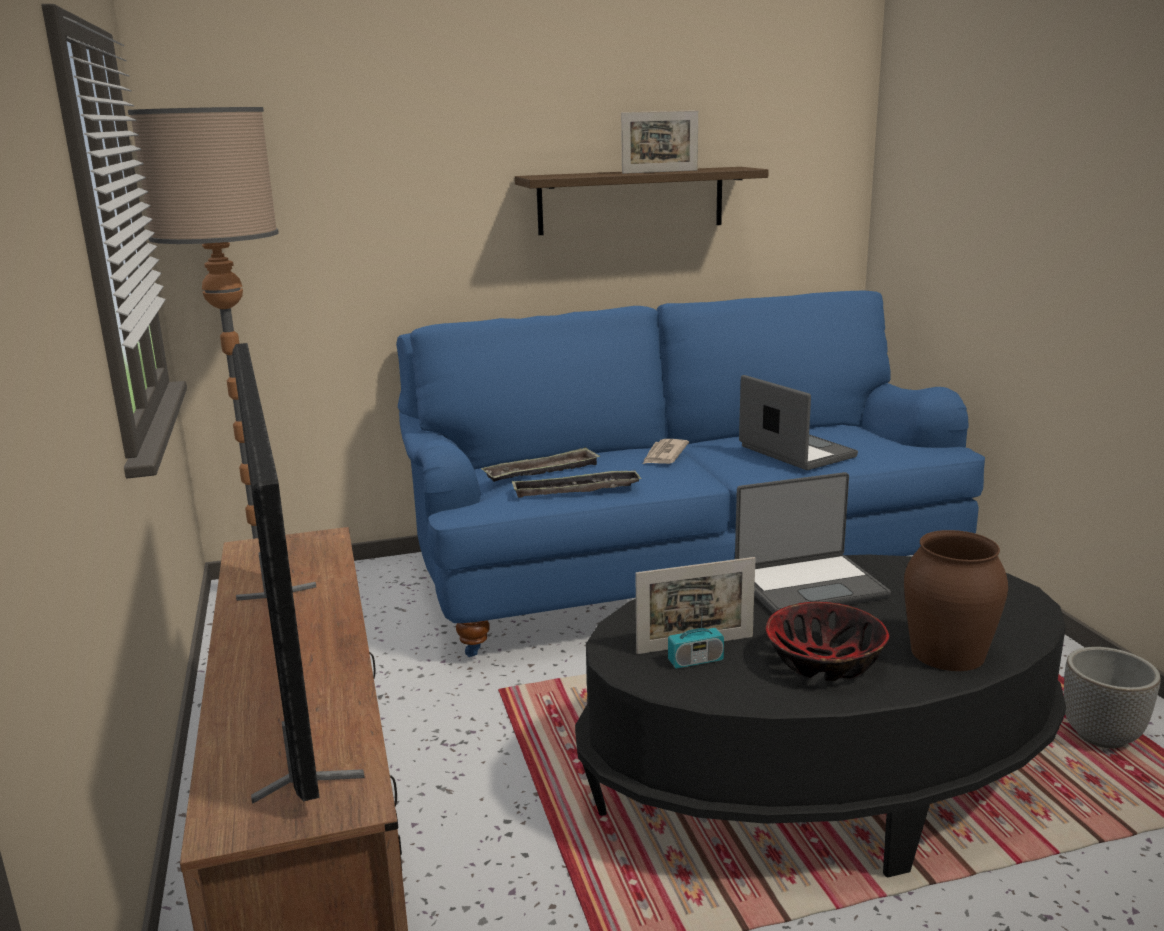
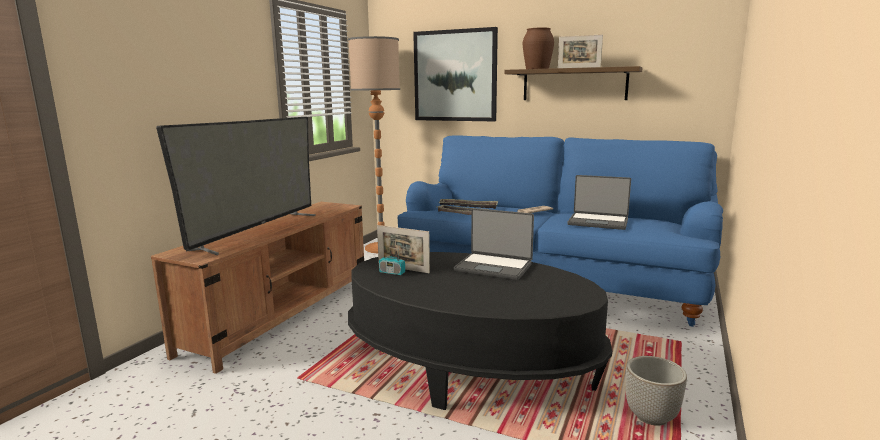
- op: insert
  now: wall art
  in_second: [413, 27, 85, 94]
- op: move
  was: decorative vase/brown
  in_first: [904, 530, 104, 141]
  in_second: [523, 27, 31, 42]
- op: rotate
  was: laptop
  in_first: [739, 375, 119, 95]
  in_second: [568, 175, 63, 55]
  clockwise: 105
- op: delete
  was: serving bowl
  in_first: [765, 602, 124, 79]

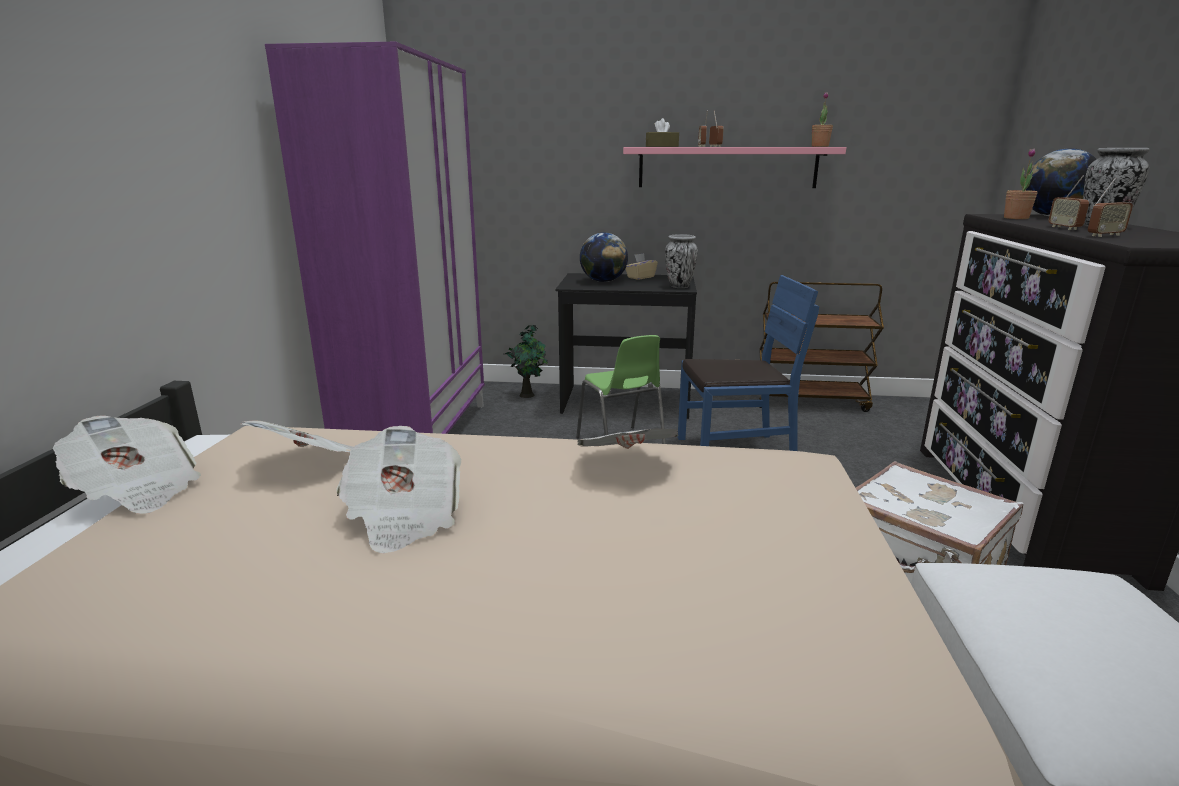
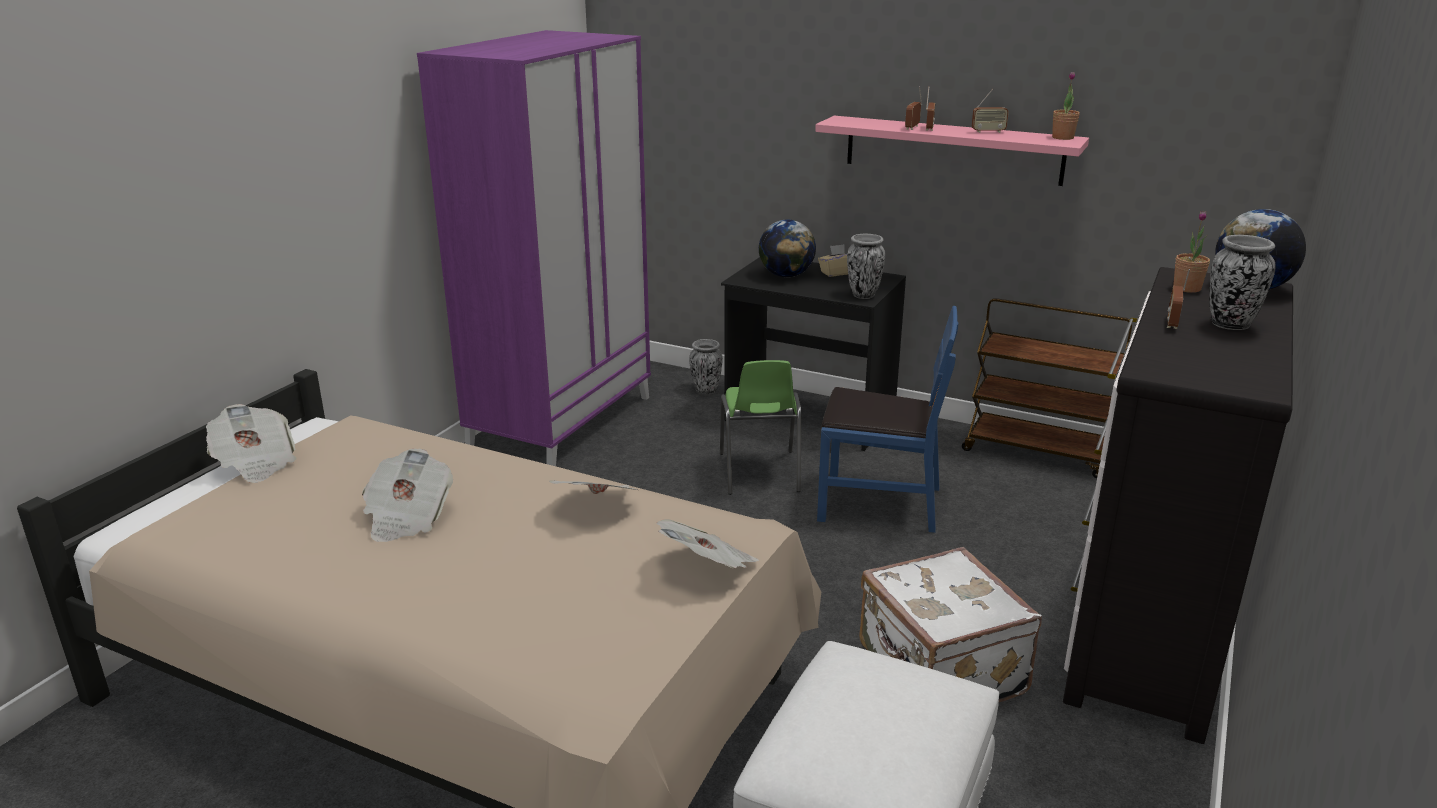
- op: move
  was: newspaper
  in_first: [241, 421, 113, 32]
  in_second: [657, 519, 102, 50]
- op: replace
  was: houseplant
  now: decorative vase
  in_first: [505, 325, 43, 73]
  in_second: [689, 339, 34, 55]
- op: move
  was: radio set
  in_first: [1088, 178, 45, 59]
  in_second: [972, 89, 37, 44]
- op: delete
  was: box of tissues/brown
  in_first: [646, 118, 33, 29]

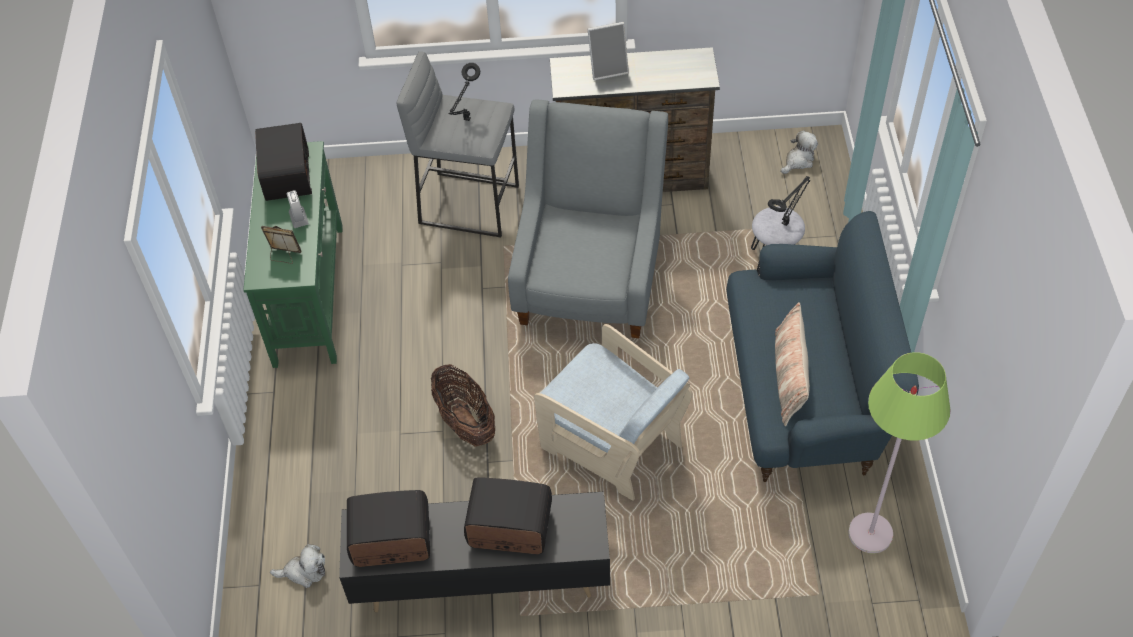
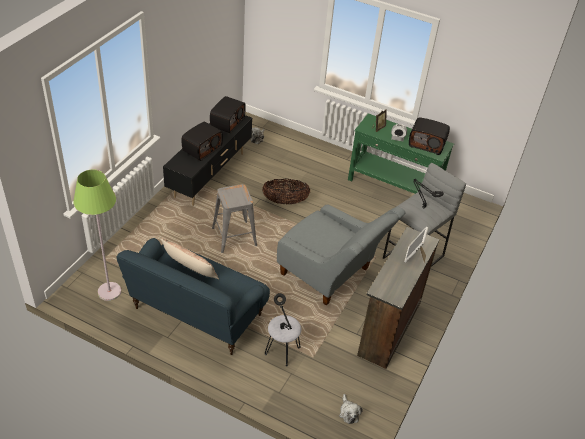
- op: replace
  was: easy chair/beige-coloured
  now: stool/gray
  in_first: [534, 324, 159, 177]
  in_second: [212, 184, 45, 69]

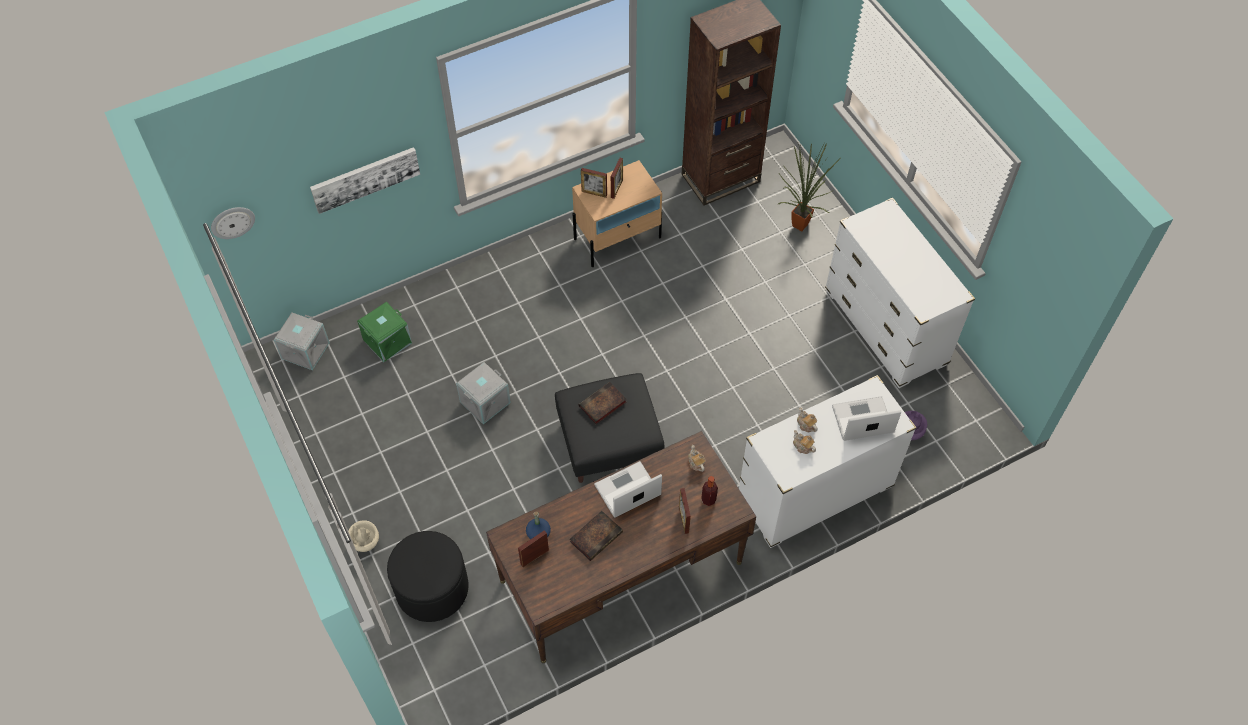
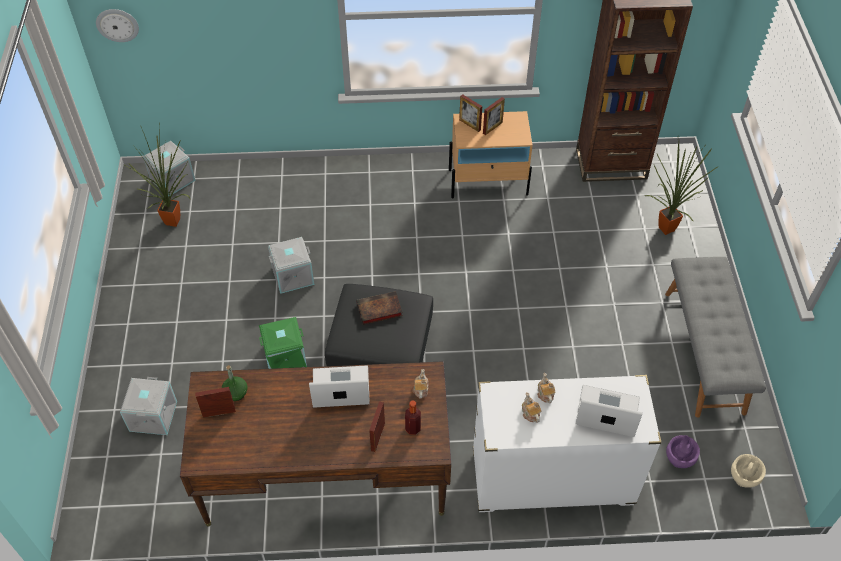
- op: replace
  was: pouffe/black
  now: storage bin/gray
  in_first: [387, 531, 82, 91]
  in_second: [120, 377, 57, 58]
- op: insert
  now: houseplant
  in_second: [123, 125, 68, 102]
- op: recolor
  was: bottle/blue-coloured
  now: bottle/green-coloured
  in_first: [526, 511, 25, 28]
  in_second: [222, 365, 25, 36]
- op: move
  was: storage bin/green-coloured
  in_first: [357, 302, 55, 61]
  in_second: [259, 317, 48, 52]
- op: replace
  was: chest of drawers/white-coloured
  now: indoor bench/gray
  in_first: [825, 197, 150, 191]
  in_second: [665, 257, 101, 161]
- op: move
  was: decorative vase/beige-coloured
  in_first: [348, 520, 31, 32]
  in_second: [731, 454, 35, 34]
- op: delete
  was: wall art
  in_first: [310, 147, 110, 67]
- op: delete
  was: volume
  in_first: [570, 511, 53, 50]

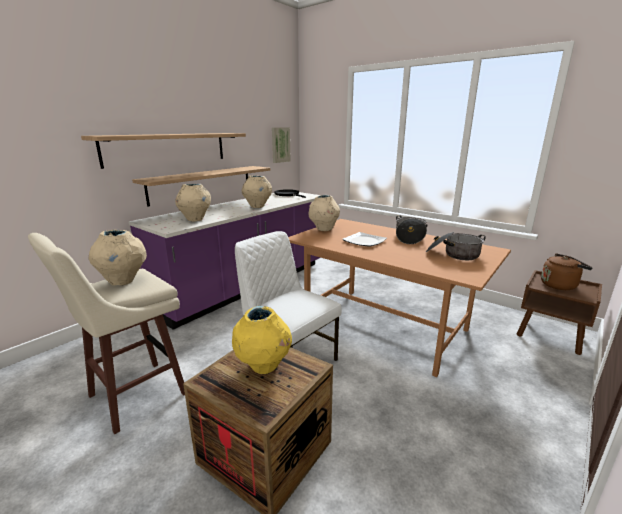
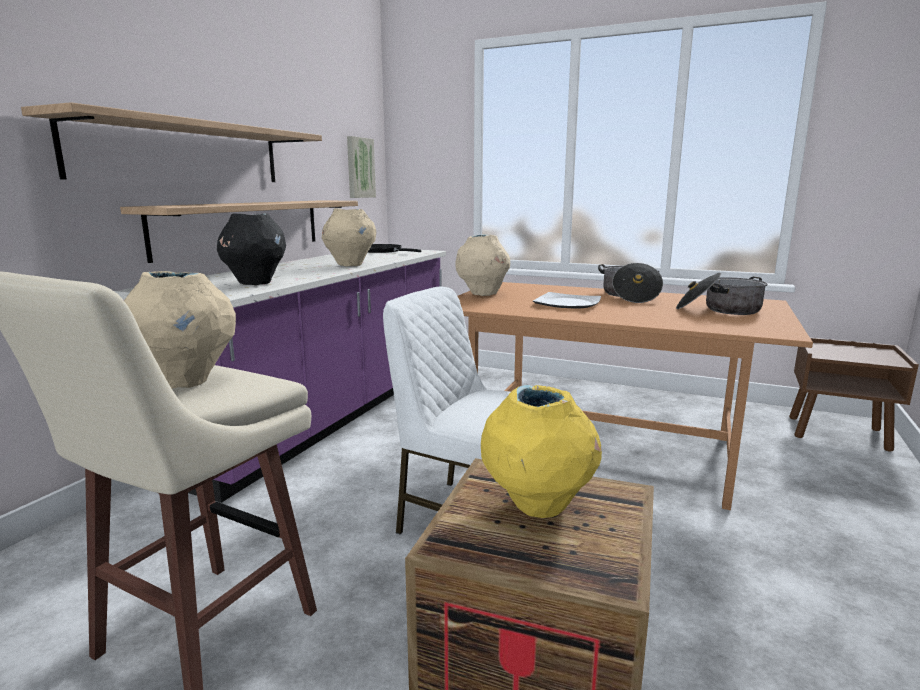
- op: recolor
  was: decorative vase/beige-coloured
  now: decorative vase/black
  in_first: [175, 184, 36, 38]
  in_second: [217, 213, 69, 72]
- op: delete
  was: water kettle/brown
  in_first: [541, 254, 52, 36]

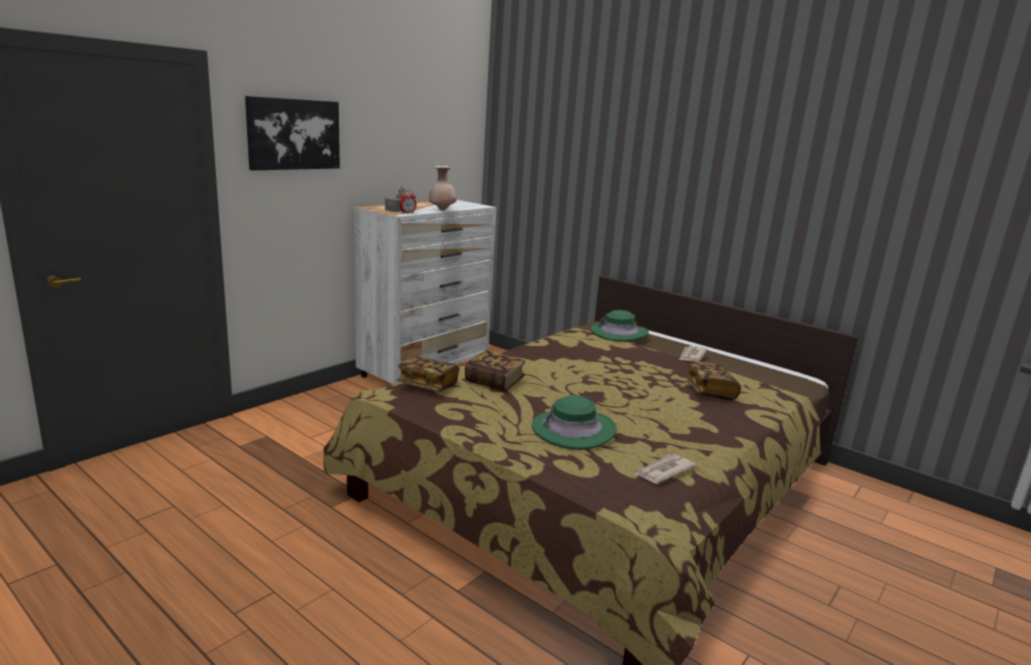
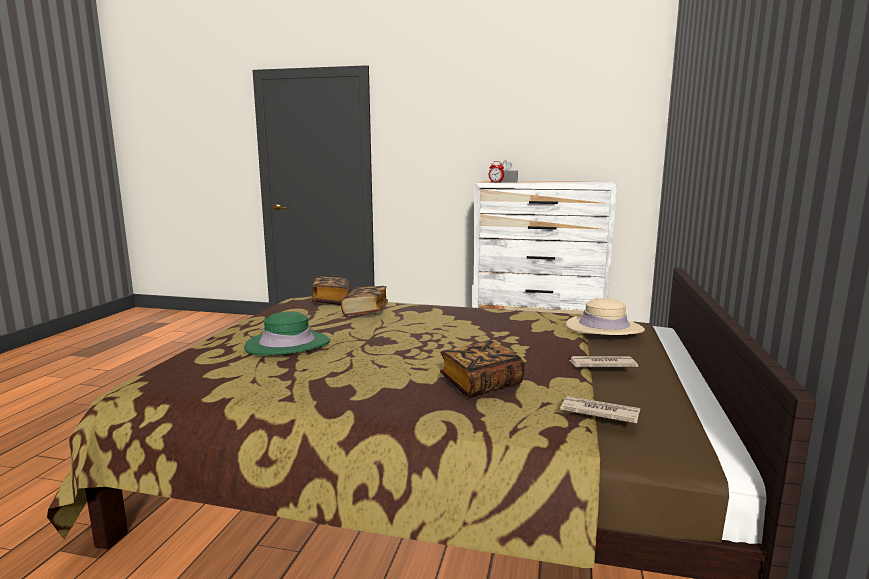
- op: move
  was: newspaper
  in_first: [634, 454, 62, 30]
  in_second: [560, 396, 80, 28]
- op: recolor
  was: wearable hat/green-coloured
  now: wearable hat/beige-coloured
  in_first: [591, 310, 58, 31]
  in_second: [566, 298, 79, 37]
- op: delete
  was: wall art
  in_first: [245, 96, 95, 74]
- op: delete
  was: decorative vase/beige-coloured
  in_first: [429, 166, 28, 45]

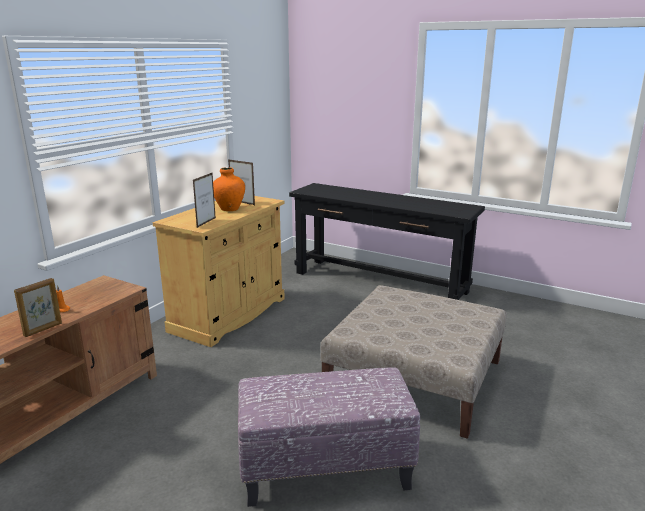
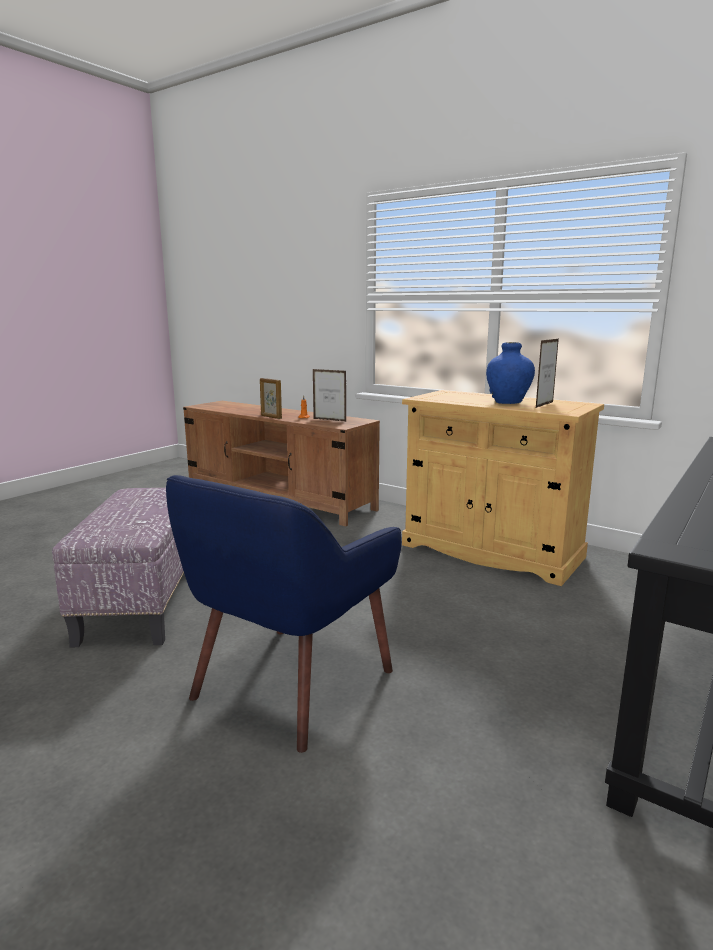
- op: replace
  was: pouffe/beige-coloured
  now: easy chair/blue-coloured
  in_first: [320, 285, 187, 154]
  in_second: [166, 475, 236, 278]
- op: move
  was: picture frame
  in_first: [193, 173, 23, 55]
  in_second: [313, 369, 34, 53]
- op: recolor
  was: decorative vase/orange
  now: decorative vase/blue-coloured
  in_first: [213, 167, 32, 44]
  in_second: [486, 342, 49, 62]

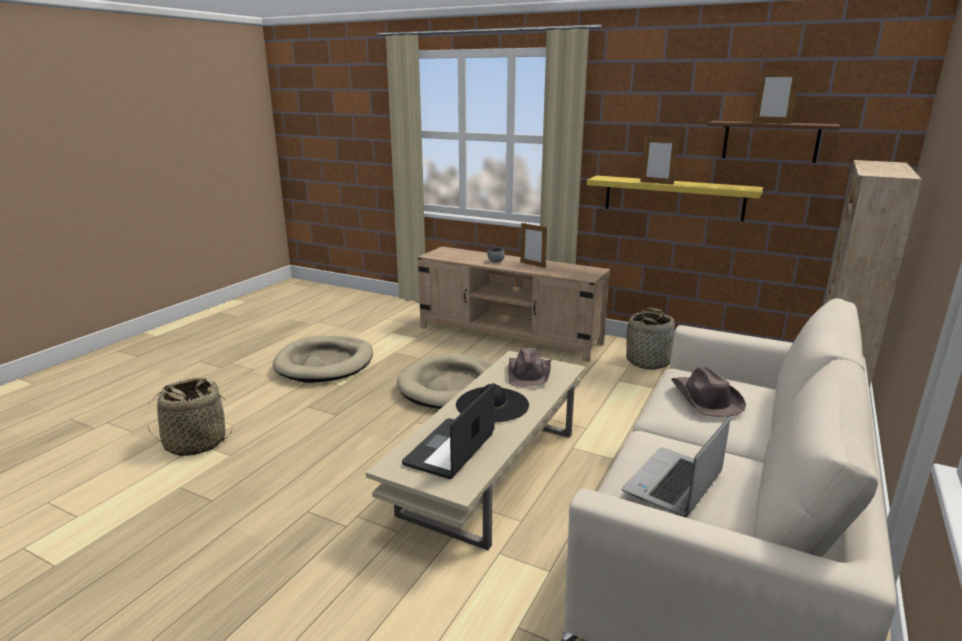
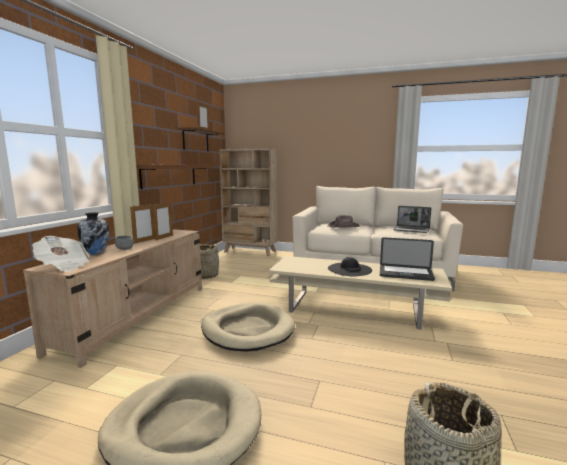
- op: insert
  now: newspaper
  in_second: [32, 236, 58, 36]
- op: insert
  now: decorative vase
  in_second: [77, 212, 32, 43]
- op: recolor
  was: shelf/yellow-coloured
  now: shelf/brown
  in_first: [587, 176, 176, 45]
  in_second: [136, 165, 77, 24]
- op: move
  was: picture frame
  in_first: [640, 135, 39, 50]
  in_second: [153, 202, 20, 39]
- op: delete
  was: wearable hat/brown
  in_first: [508, 348, 44, 39]

